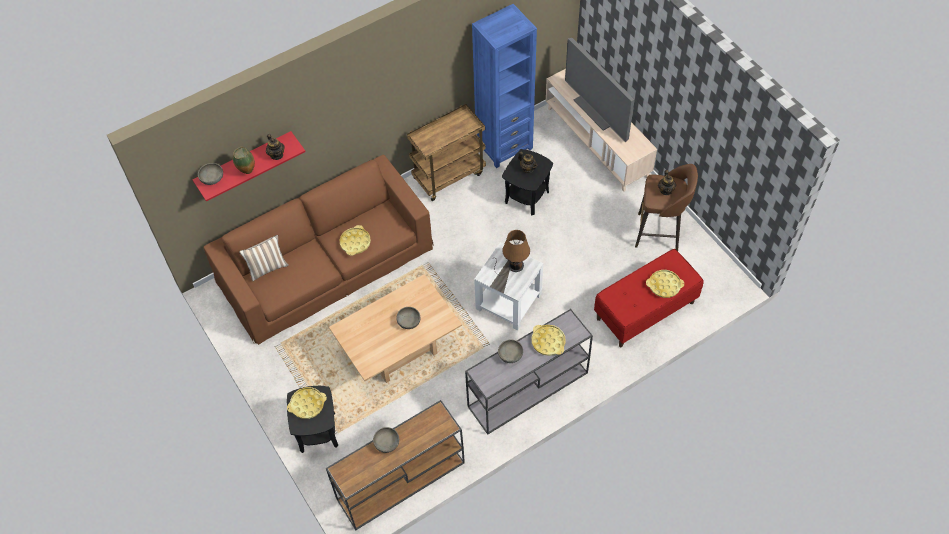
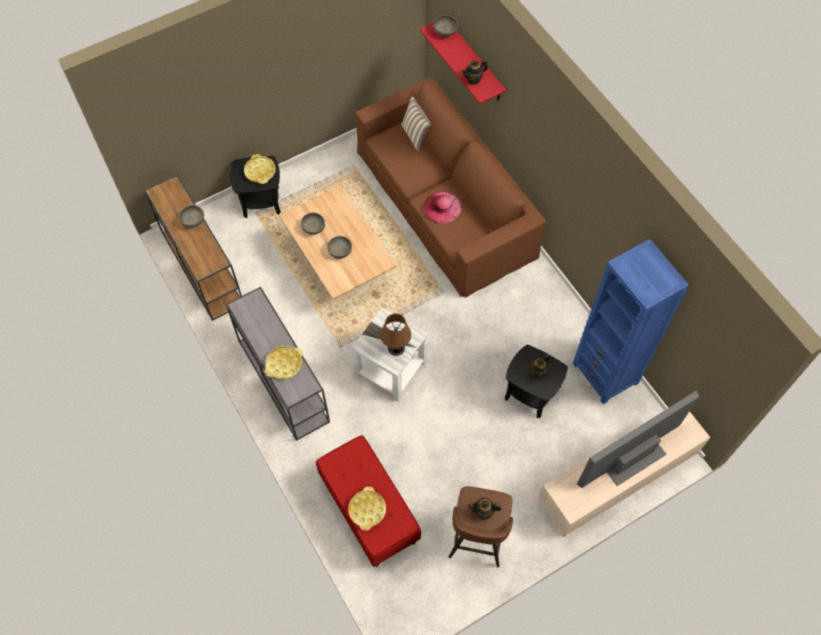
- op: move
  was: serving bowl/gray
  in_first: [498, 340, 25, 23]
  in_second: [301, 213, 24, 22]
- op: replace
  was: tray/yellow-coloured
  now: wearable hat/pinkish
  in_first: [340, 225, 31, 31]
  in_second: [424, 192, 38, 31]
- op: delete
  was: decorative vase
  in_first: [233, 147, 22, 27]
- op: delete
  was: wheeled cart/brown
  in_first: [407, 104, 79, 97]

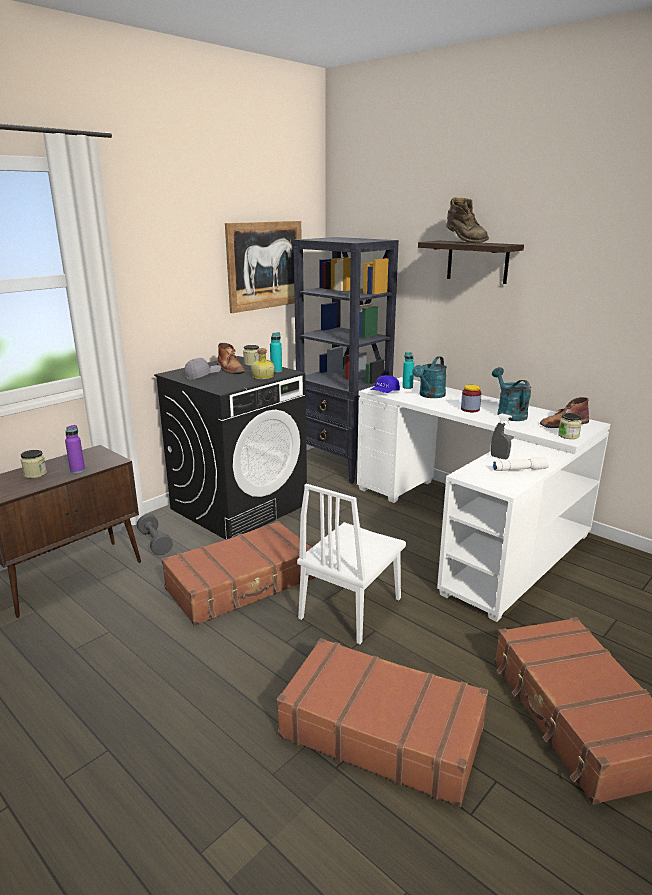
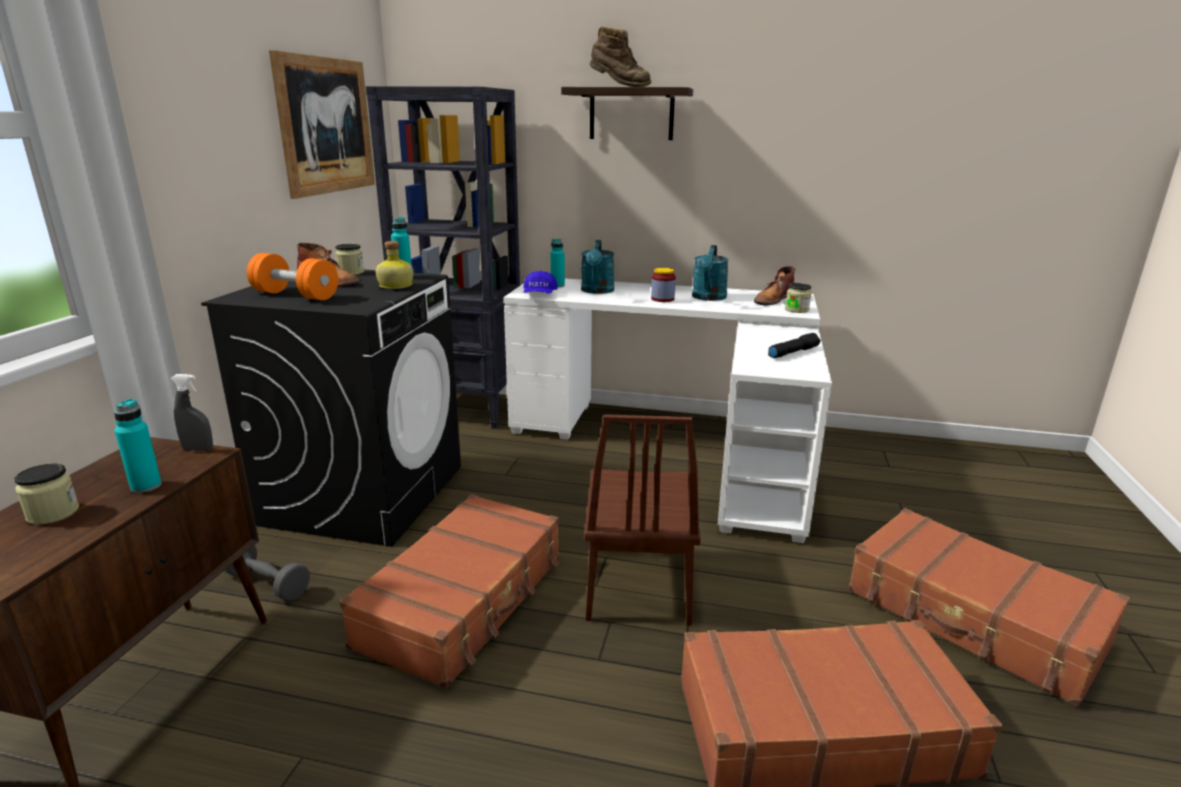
- op: recolor
  was: bottle/purplish
  now: bottle/turquoise
  in_first: [65, 425, 20, 48]
  in_second: [114, 399, 48, 94]
- op: move
  was: spray bottle/gray
  in_first: [491, 413, 21, 46]
  in_second: [171, 374, 42, 78]
- op: replace
  was: cap/gray
  now: dumbbell/orange
  in_first: [184, 358, 37, 22]
  in_second: [247, 253, 91, 47]
- op: recolor
  was: upright chair/white-coloured
  now: upright chair/brown
  in_first: [297, 484, 109, 160]
  in_second: [584, 414, 117, 212]
- op: rotate
  was: sprinkling can/turquoise
  in_first: [492, 367, 39, 54]
  in_second: [692, 245, 37, 56]
  clockwise: -120
- op: recolor
  was: flashlight/white-coloured
  now: flashlight/black
  in_first: [493, 457, 56, 14]
  in_second: [768, 333, 52, 25]

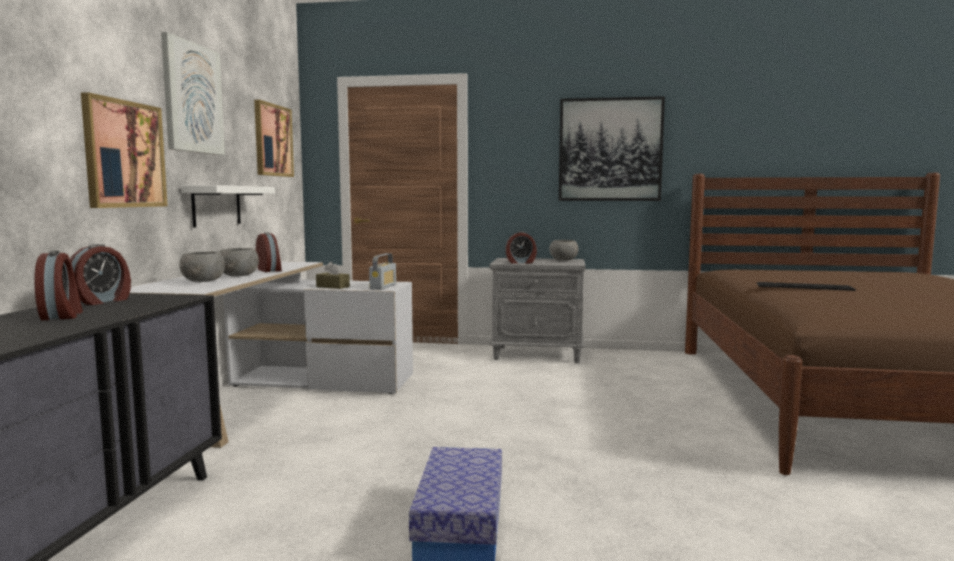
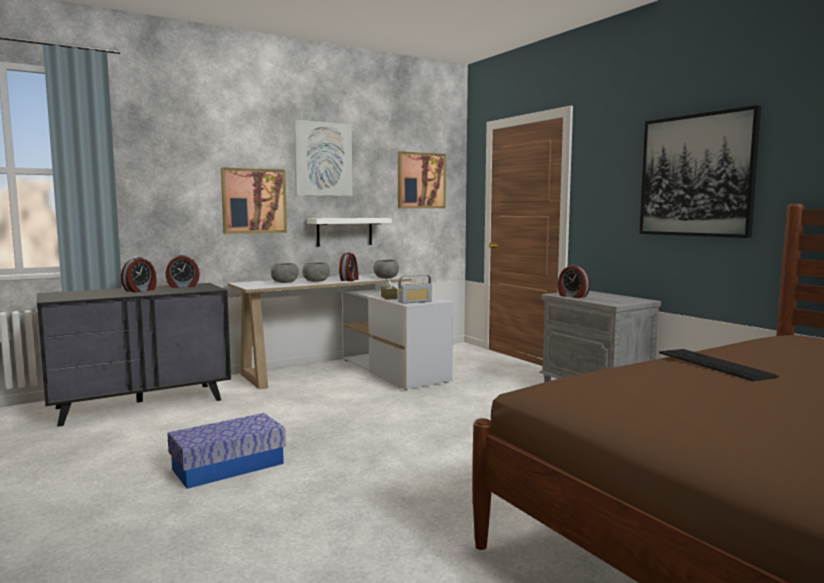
- op: move
  was: serving bowl/gray
  in_first: [550, 240, 28, 21]
  in_second: [373, 260, 26, 19]

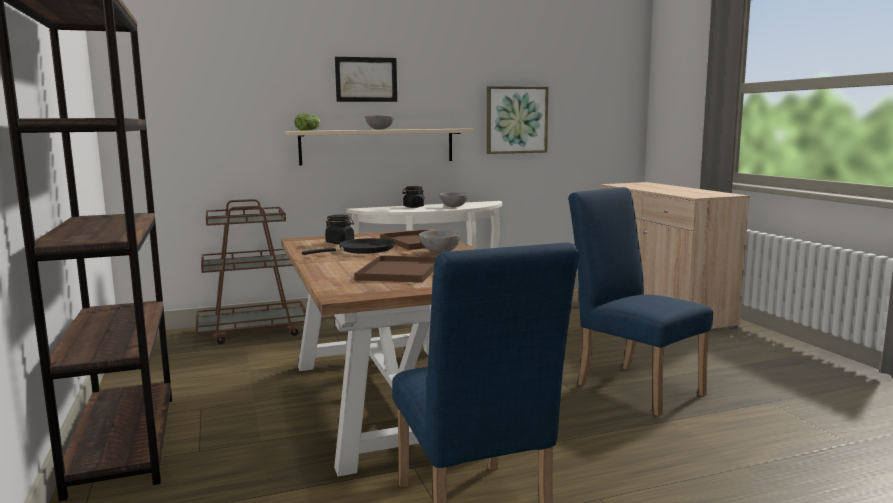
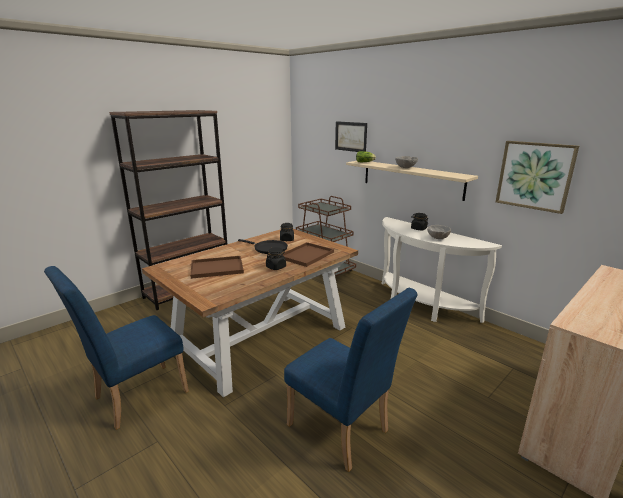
- op: replace
  was: serving bowl/gray
  now: jar/black
  in_first: [419, 230, 42, 23]
  in_second: [266, 247, 20, 23]
- op: rotate
  was: upright chair/blue-coloured
  in_first: [568, 187, 145, 229]
  in_second: [284, 288, 133, 184]
  clockwise: 105
- op: move
  was: wall art
  in_first: [335, 57, 62, 45]
  in_second: [335, 121, 32, 31]

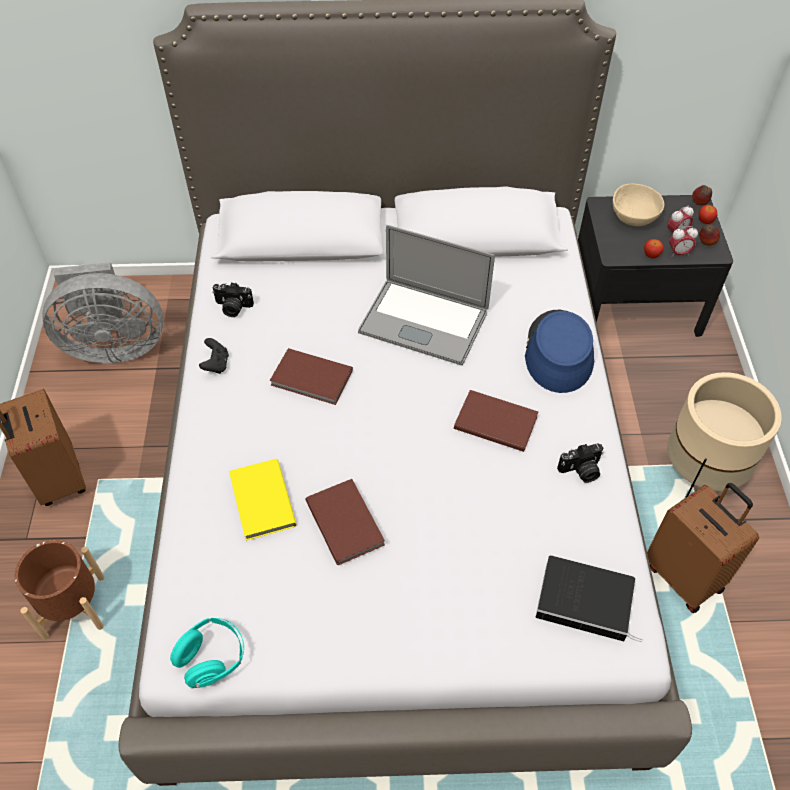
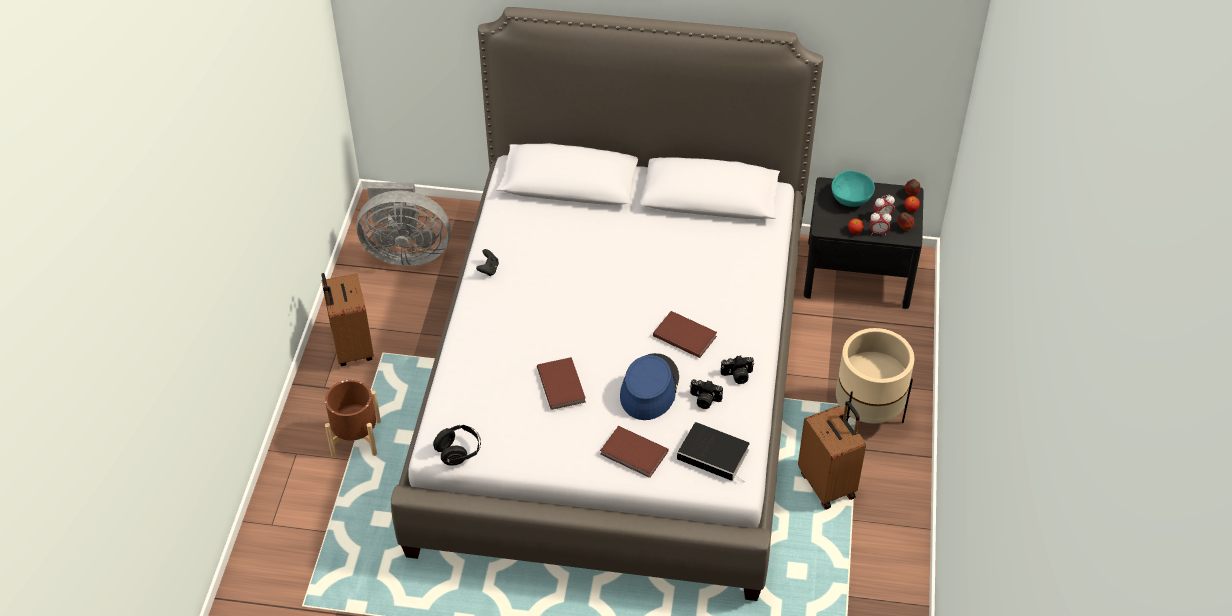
- op: recolor
  was: pair of headphones/turquoise
  now: pair of headphones/black
  in_first: [170, 618, 74, 70]
  in_second: [433, 425, 48, 41]
- op: move
  was: volume/brown
  in_first: [270, 348, 83, 57]
  in_second: [600, 426, 69, 52]
- op: move
  was: wearable hat/blue-coloured
  in_first: [525, 310, 69, 83]
  in_second: [620, 353, 59, 67]
- op: move
  was: still camera
  in_first: [212, 282, 42, 35]
  in_second: [690, 379, 33, 30]
- op: recolor
  was: serving bowl/beige-coloured
  now: serving bowl/turquoise
  in_first: [613, 183, 51, 43]
  in_second: [831, 170, 44, 37]
- op: delete
  was: volume/yellow-coloured
  in_first: [229, 459, 68, 82]
- op: delete
  was: laptop
  in_first: [358, 225, 137, 141]

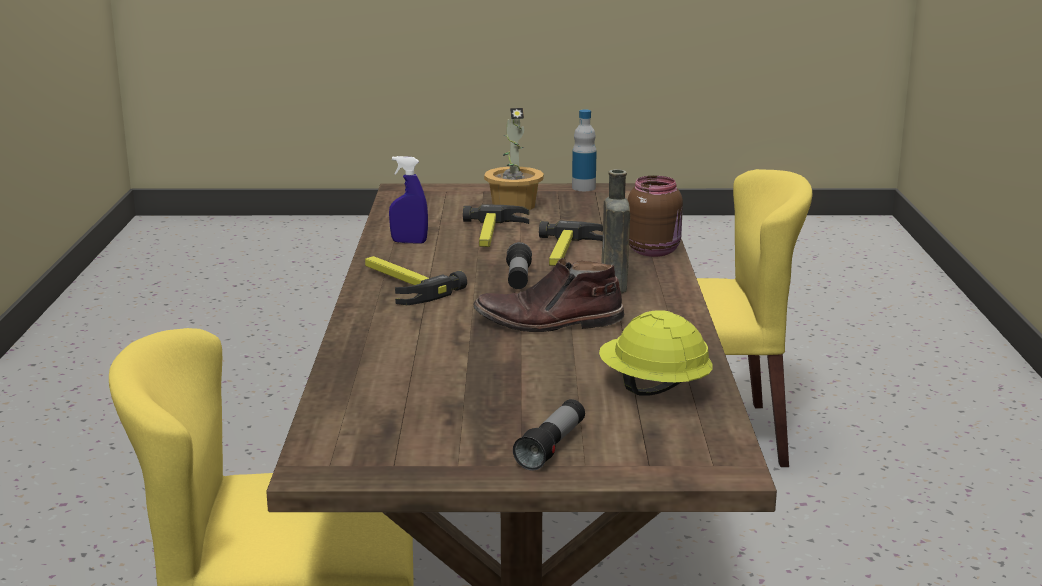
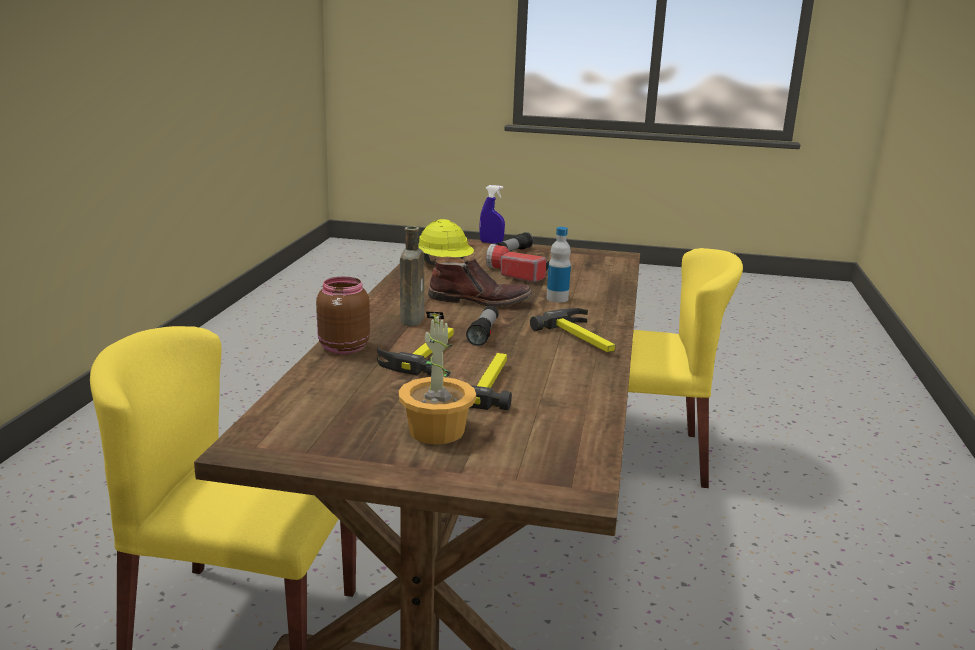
- op: move
  was: spray bottle/blue-coloured
  in_first: [389, 156, 39, 88]
  in_second: [480, 185, 25, 59]
- op: insert
  now: flashlight
  in_second: [486, 244, 63, 39]
- op: move
  was: bottle
  in_first: [572, 109, 25, 82]
  in_second: [547, 227, 24, 75]

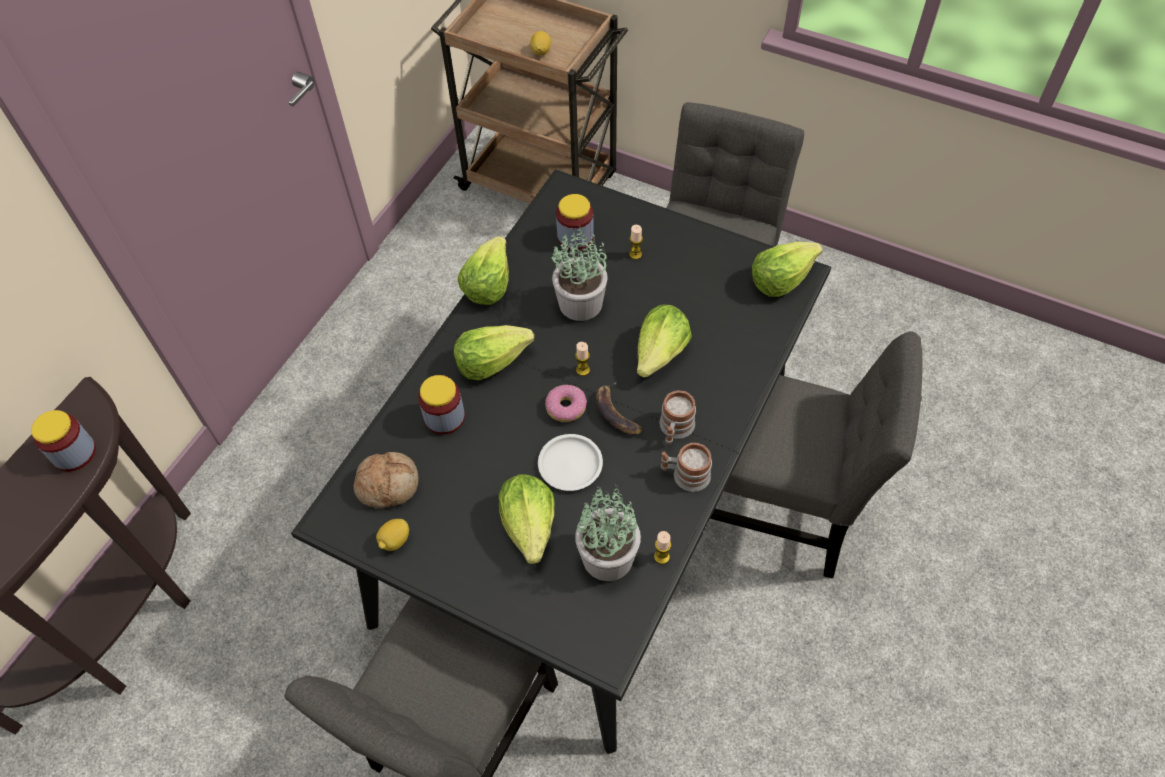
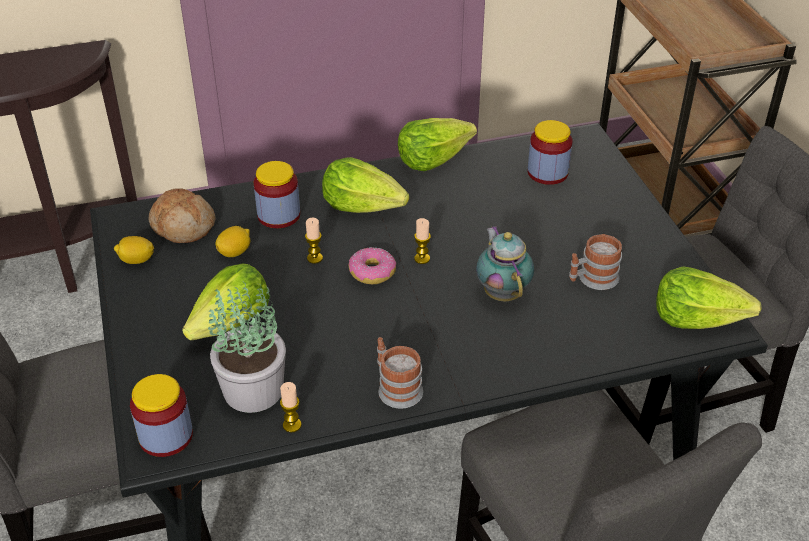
- op: move
  was: jar
  in_first: [31, 410, 65, 61]
  in_second: [130, 374, 63, 83]
- op: move
  was: lemon
  in_first: [530, 31, 21, 24]
  in_second: [215, 226, 35, 31]
- op: move
  was: candle
  in_first: [629, 225, 14, 35]
  in_second: [305, 217, 18, 47]
- op: replace
  was: lettuce
  now: tea pot
  in_first: [637, 304, 55, 74]
  in_second: [476, 226, 58, 75]
- op: move
  was: mug
  in_first: [659, 390, 37, 54]
  in_second: [569, 234, 53, 56]
- op: delete
  was: plate/white-coloured
  in_first: [538, 434, 65, 57]
- op: delete
  was: houseplant
  in_first: [552, 227, 56, 94]
- op: delete
  was: banana fruit
  in_first: [596, 380, 48, 55]

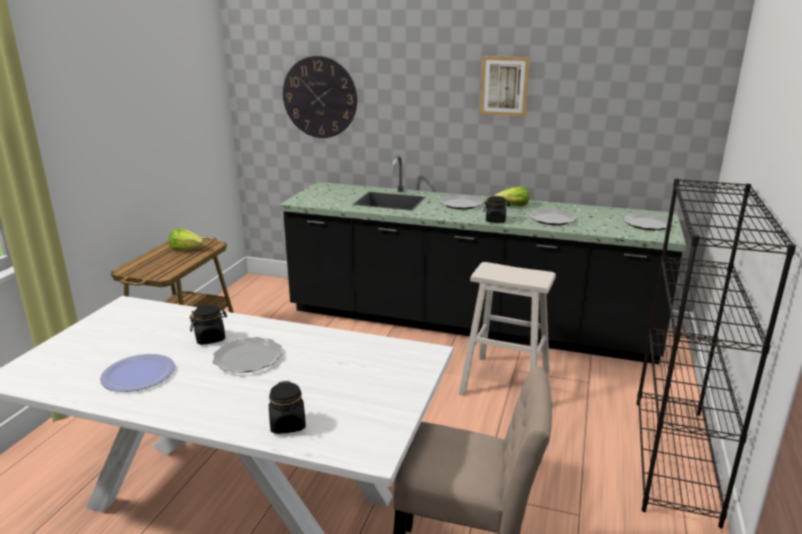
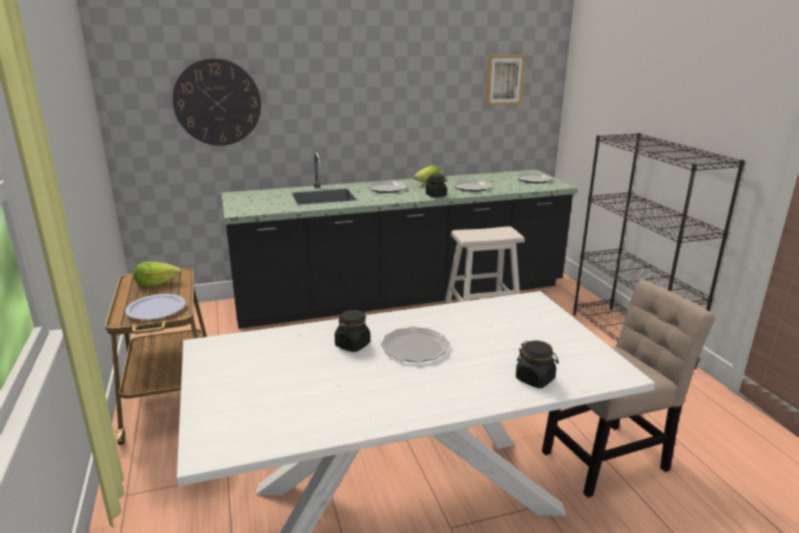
- op: move
  was: plate
  in_first: [100, 354, 75, 38]
  in_second: [125, 294, 61, 26]
- op: move
  was: wall art
  in_first: [480, 56, 50, 60]
  in_second: [485, 55, 40, 51]

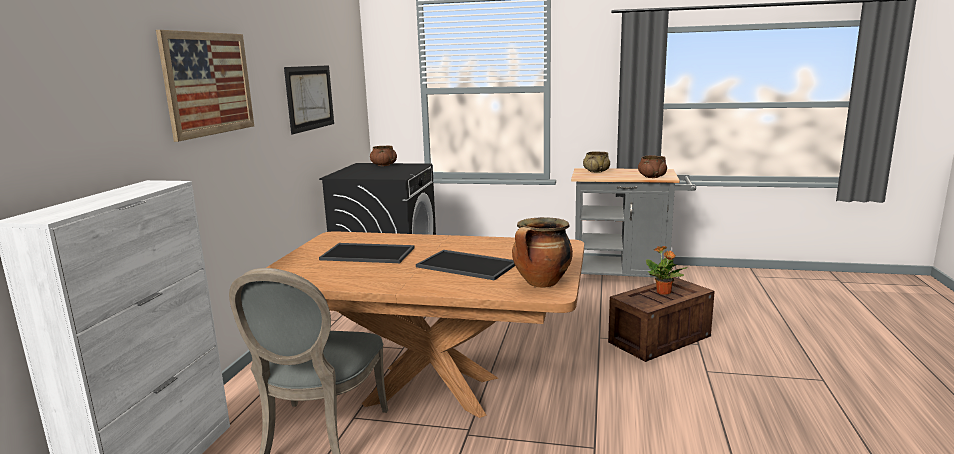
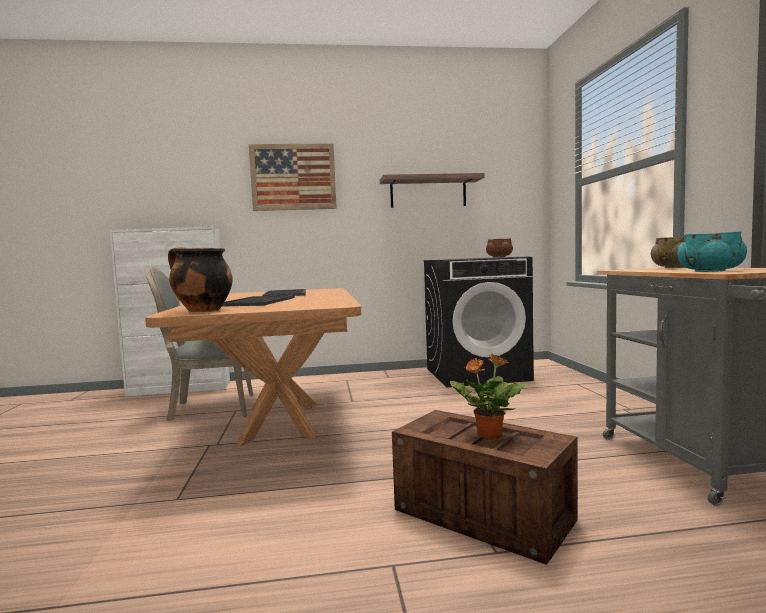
- op: replace
  was: wall art
  now: shelf
  in_first: [284, 65, 50, 69]
  in_second: [380, 173, 105, 35]
- op: recolor
  was: serving bowl/brown
  now: serving bowl/turquoise
  in_first: [638, 155, 29, 23]
  in_second: [677, 232, 70, 40]

